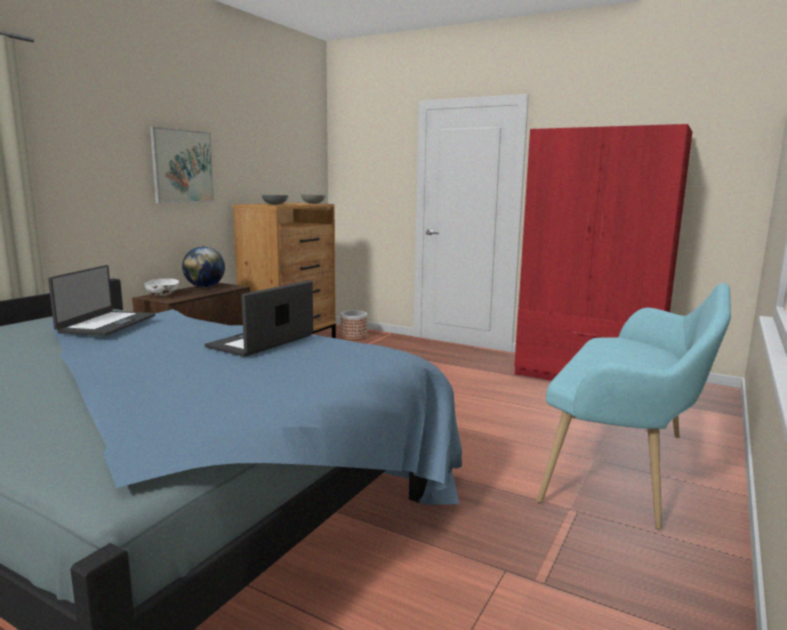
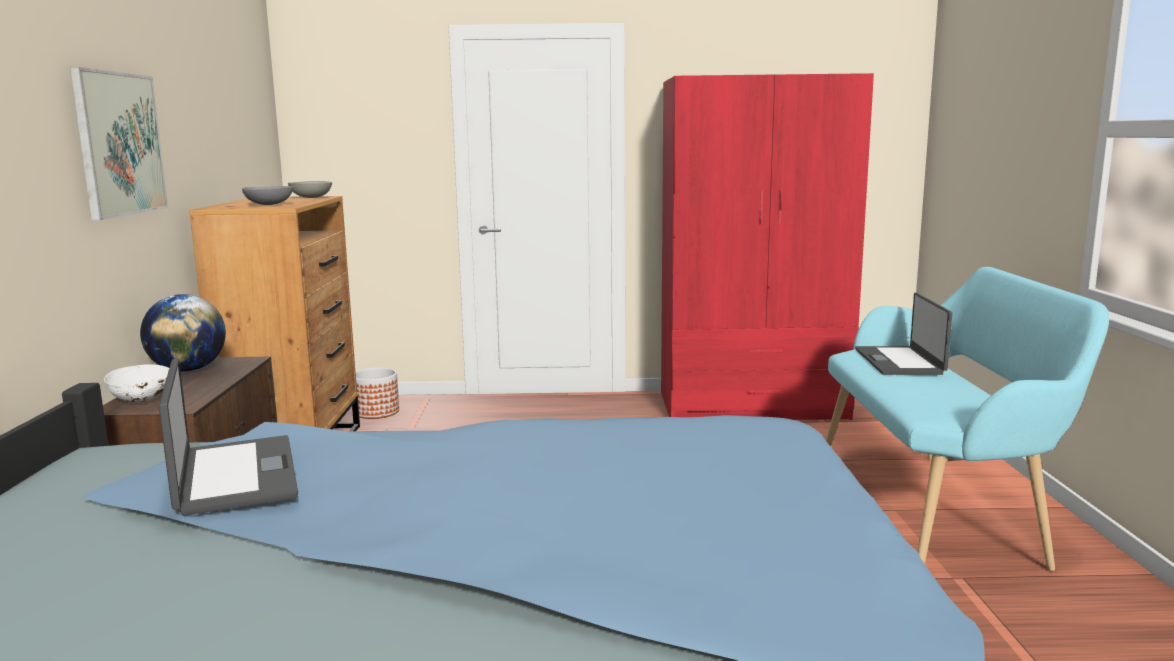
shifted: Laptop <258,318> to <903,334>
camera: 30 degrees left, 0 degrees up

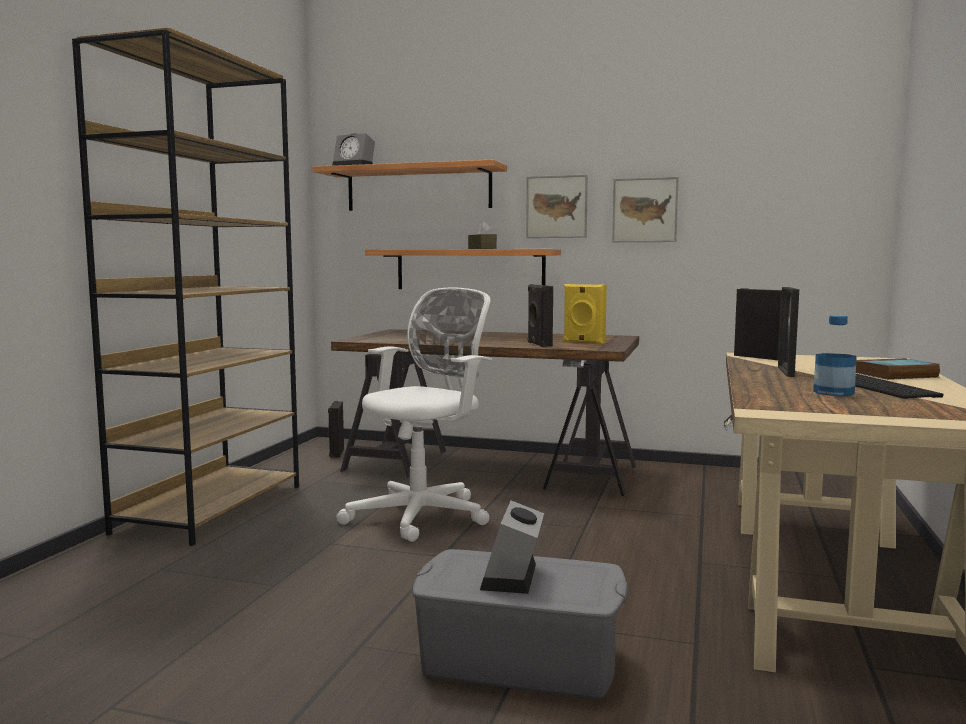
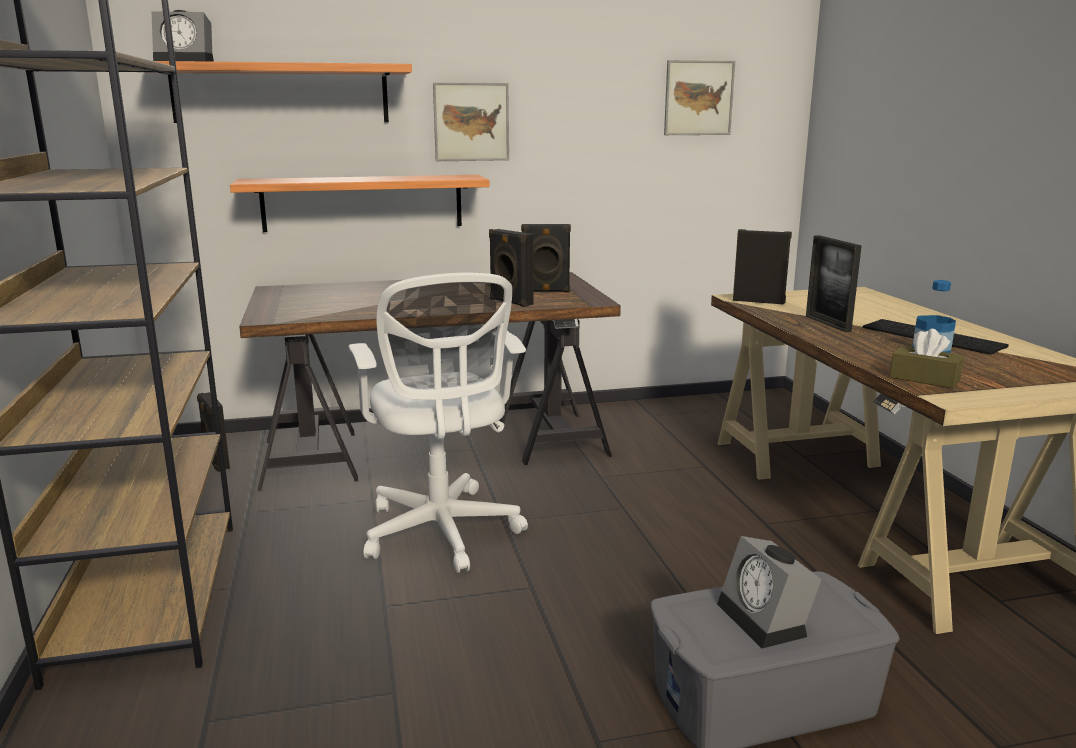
gone: Buch <898,369>
shifted: Taschentuchbox (braun) <482,235> to <927,359>; Bild <645,209> to <699,97>
repainted: Lautsprecher (gelb) <585,314> to Lautsprecher (schwarz) <546,258>
rotated: Bürostuhl (weiß) <414,415> = <438,423> 150 degrees clockwise
camera: 30 degrees left, 10 degrees up

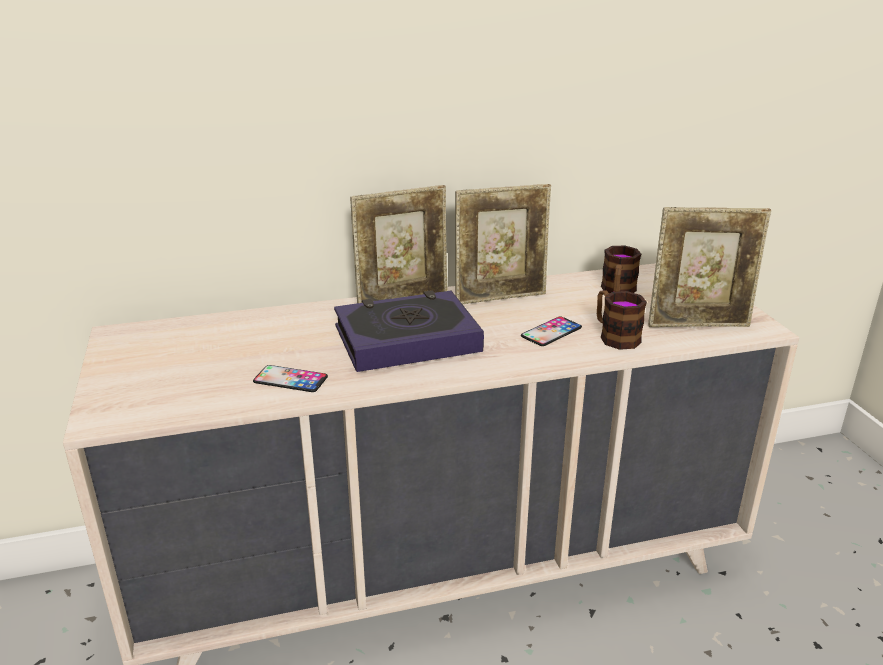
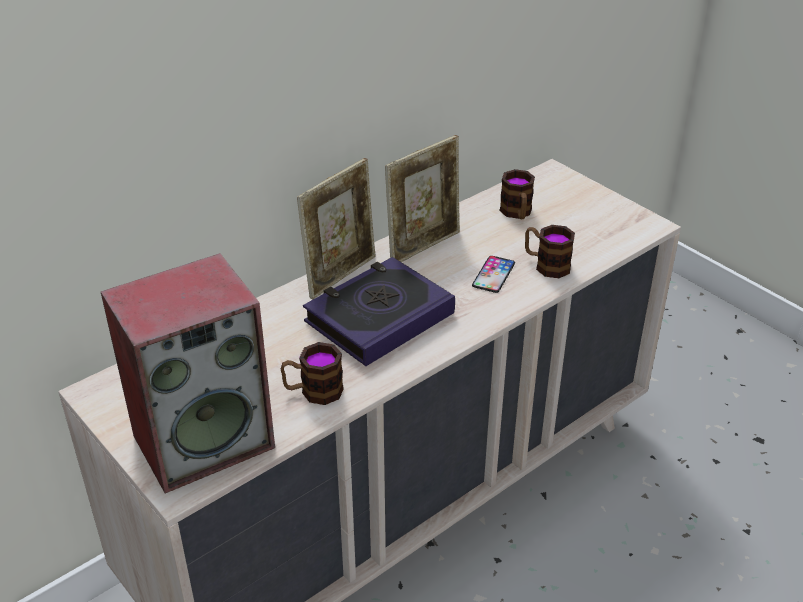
gone: Bilderrahmen <709,267>
new: Lautsprecher <188,373>
swapped: Handy <290,378> to Henkelbecher <312,373>
camera: 25 degrees left, 10 degrees up

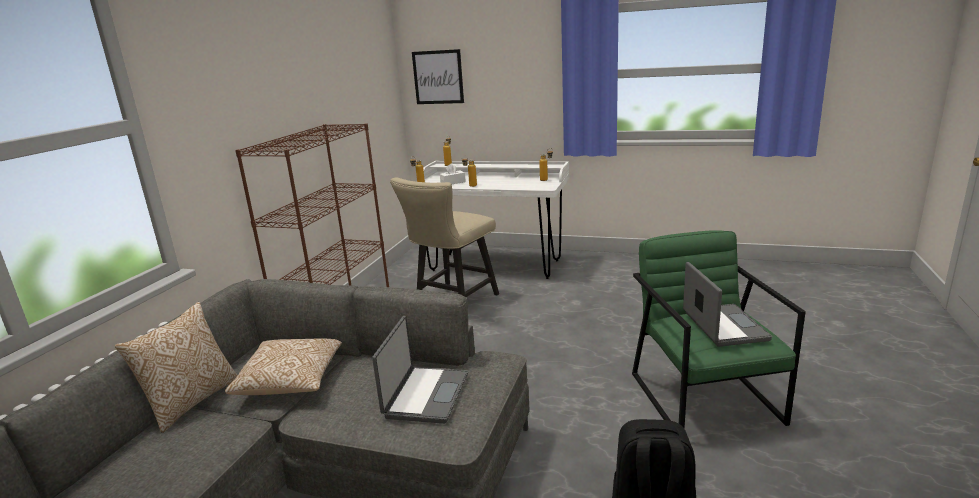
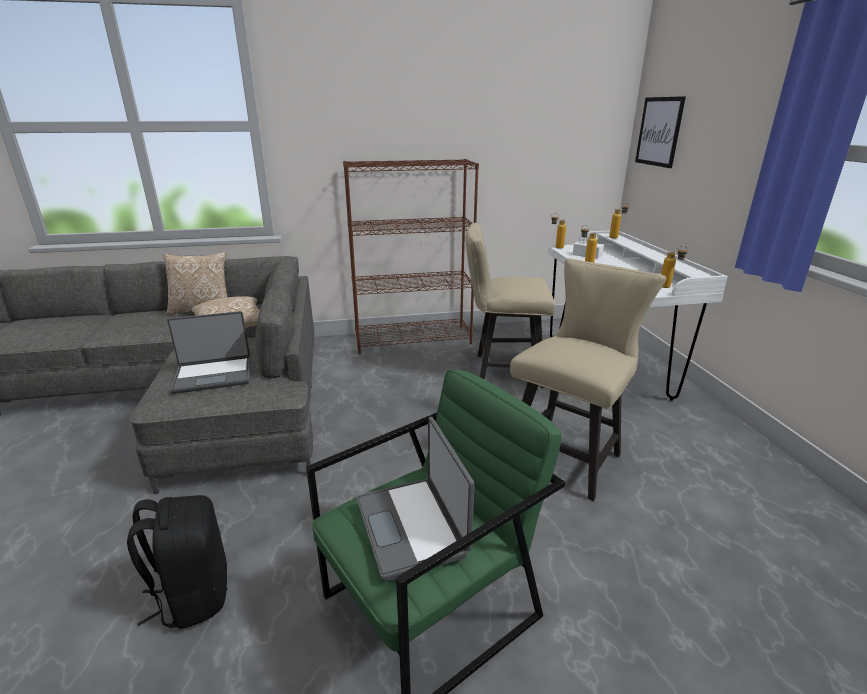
new: Stuhl (beige) <588,379>
rotated: Laptop <727,304> = <415,499> 105 degrees clockwise
camera: 60 degrees right, 5 degrees up

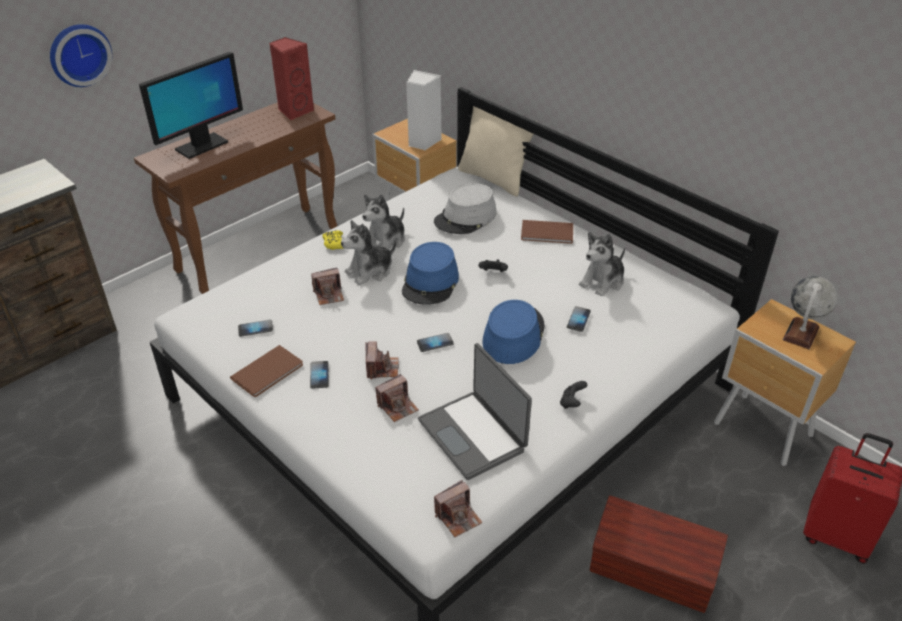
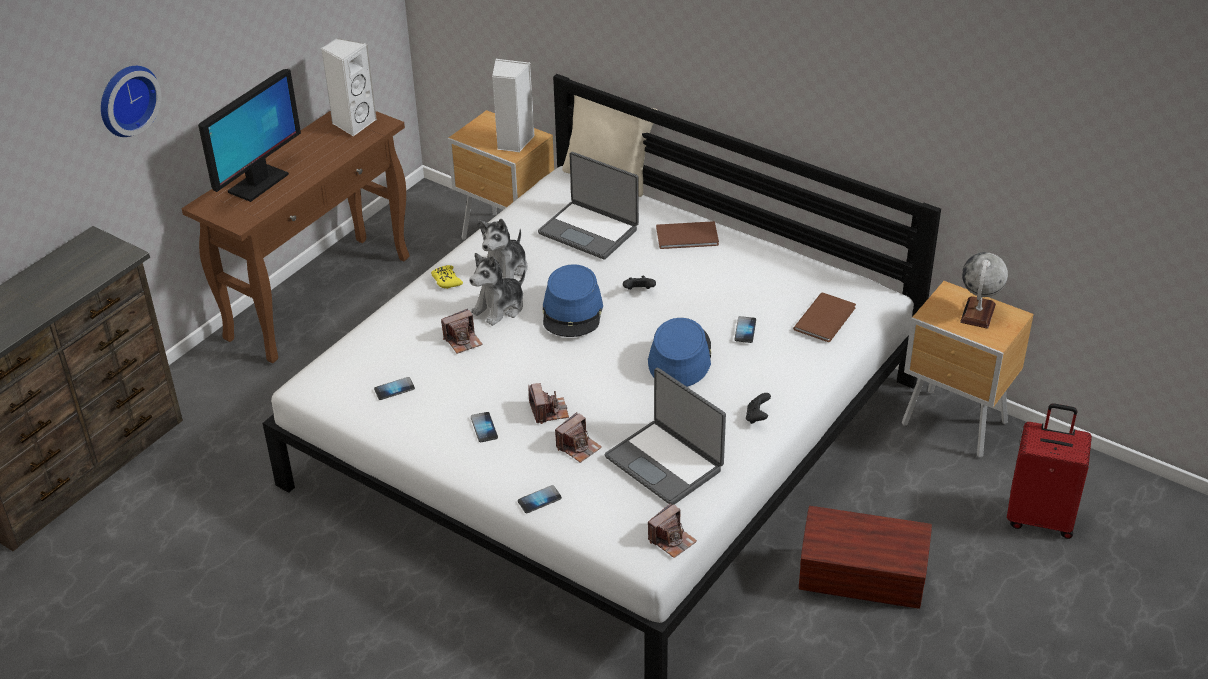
gone: Plüschtier <602,264>
shifted: Buch (braun) <266,371> to <824,317>; Handy <435,342> to <540,499>
swapped: Hut (grau) <465,208> to Laptop <588,206>
repainted: Lautsprecher (rot) <292,78> to Lautsprecher (weiß) <349,87>
camera: 10 degrees left, 0 degrees up

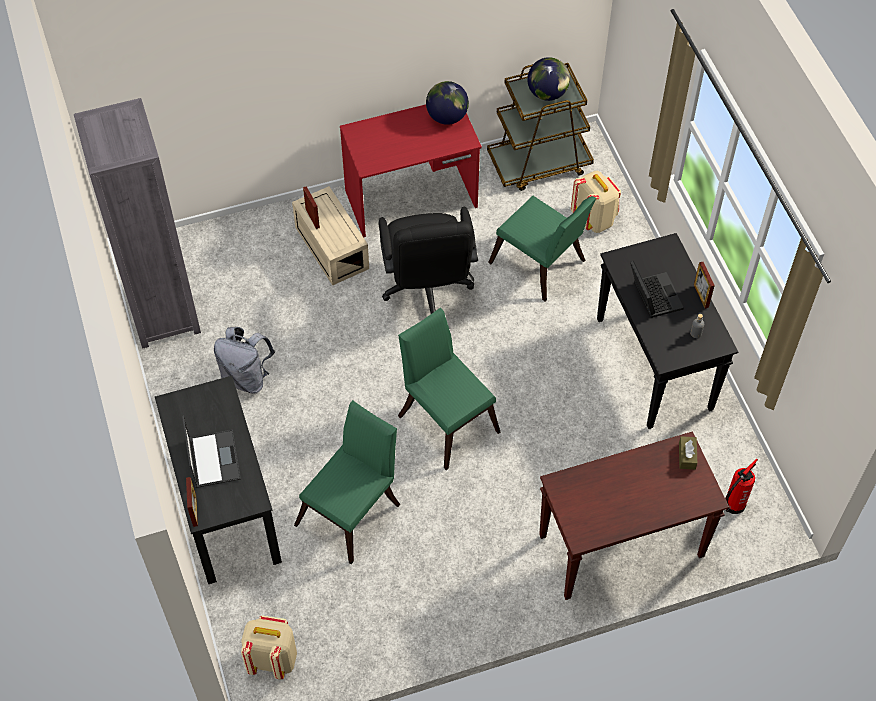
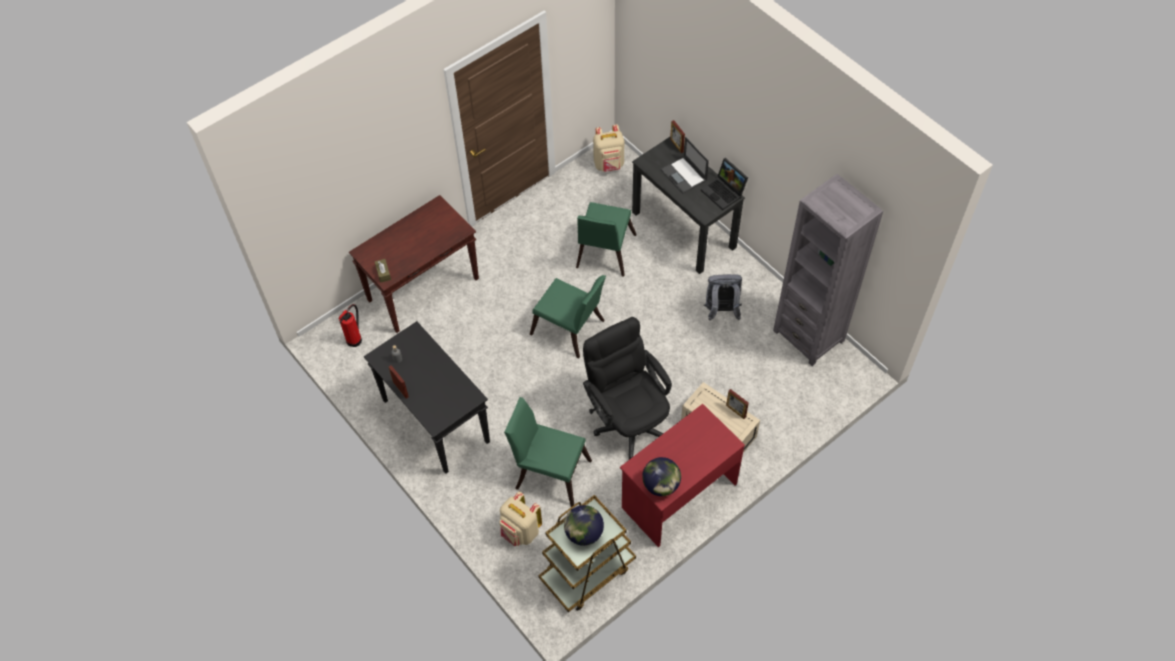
shifted: Laptop <657,289> to <724,184>
camera: 160 degrees right, 0 degrees up

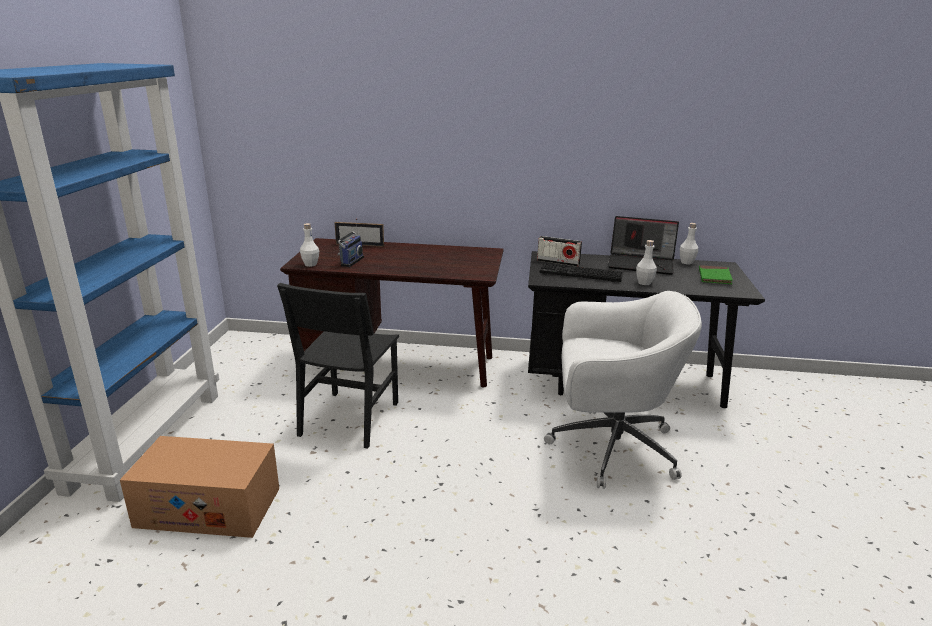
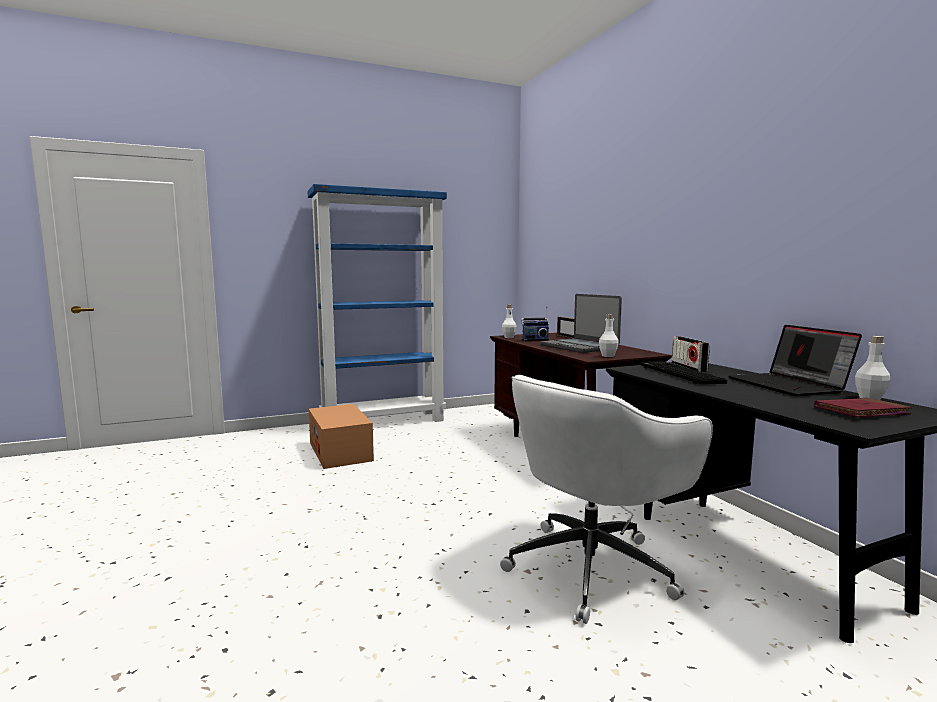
gone: Stuhl (schwarz) <338,366>
new: Laptop <581,323>
shifted: Flasche (weiß) <646,262> to <609,335>
repainted: Buch (grün) <716,274> to Buch (rot) <863,407>
rotated: Bürostuhl (weiß) <623,390> = <606,499> 75 degrees clockwise
camera: 60 degrees right, 15 degrees down

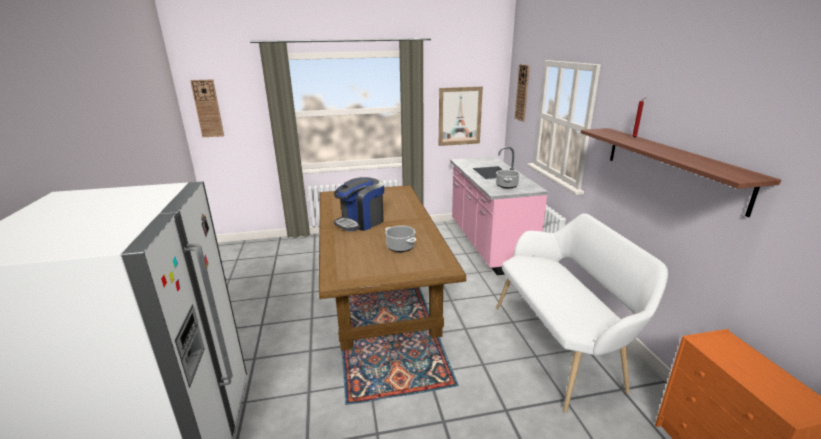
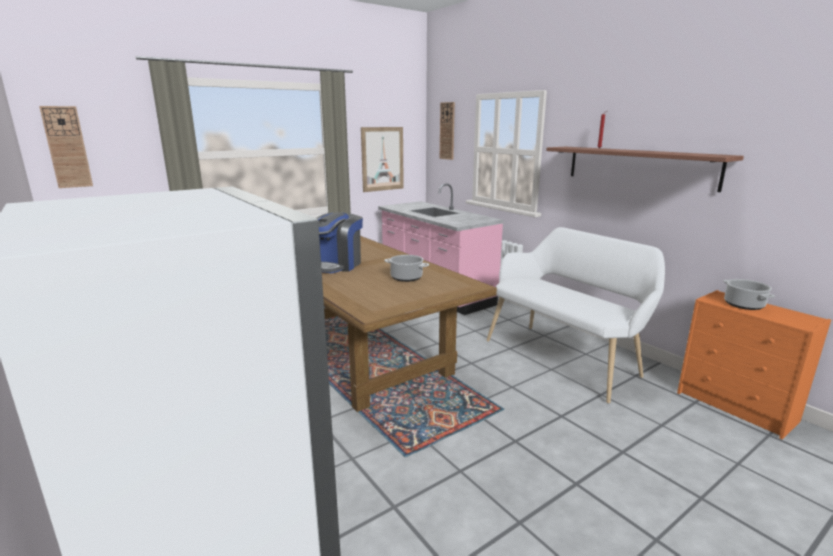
shifted: Kochtopf <508,179> to <749,294>
camera: 25 degrees left, 5 degrees down

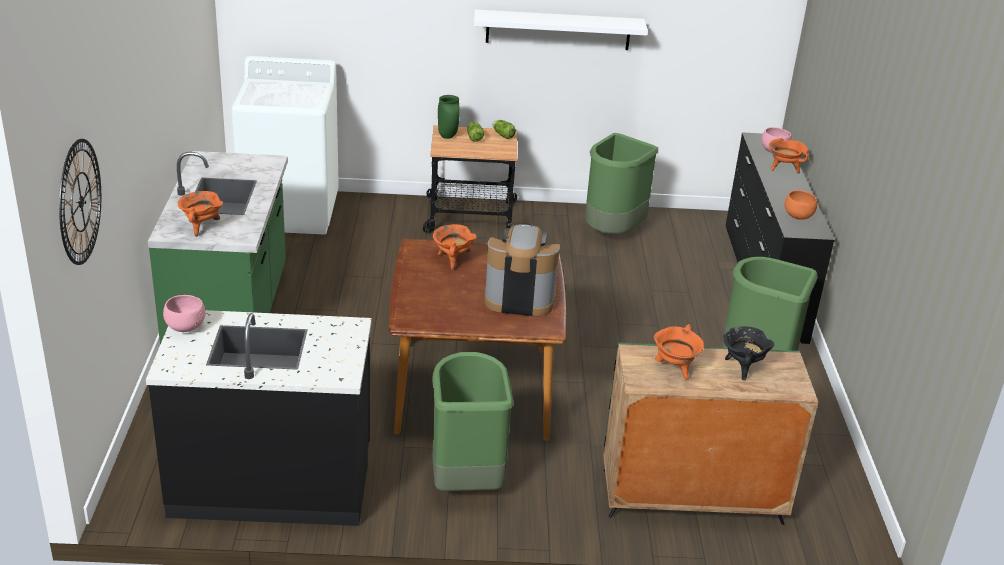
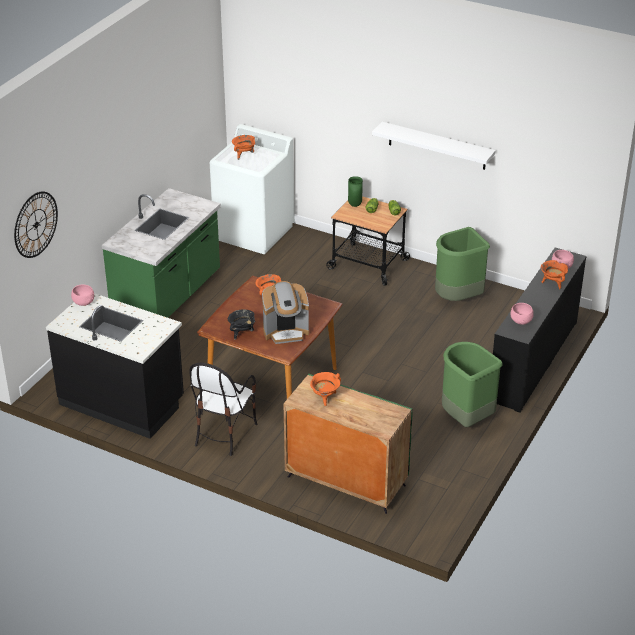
shifted: Kochtopf (orange) <200,214> to <243,147>; Kochtopf (schwarz) <749,353> to <241,324>
swapped: Mülleimer (grün) <473,421> to Stuhl <223,409>
repainted: Schüssel (orange) <801,205> to Schüssel (rosa) <522,314>
rotated: Kaffeemaschine <522,269> = <285,312> 135 degrees clockwise
camera: 30 degrees right, 5 degrees up

